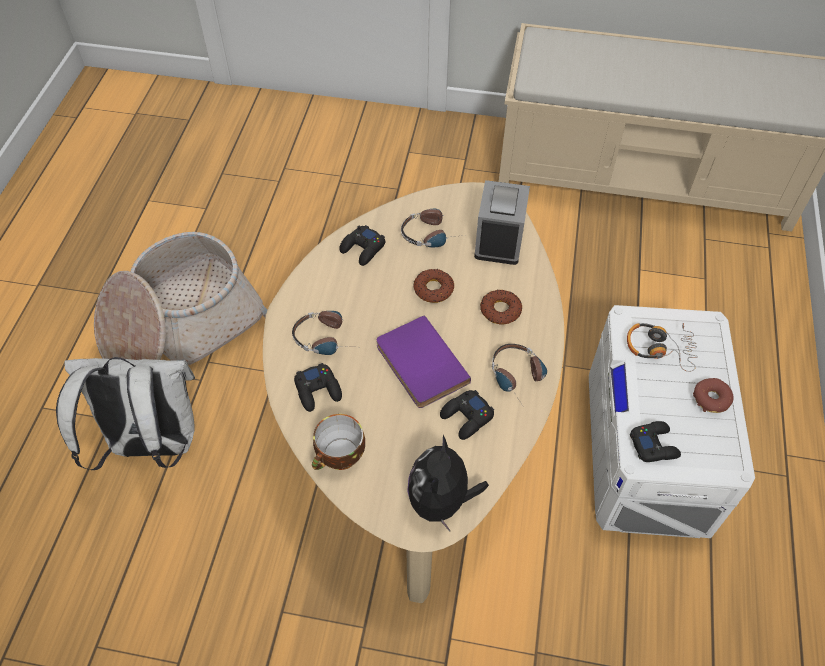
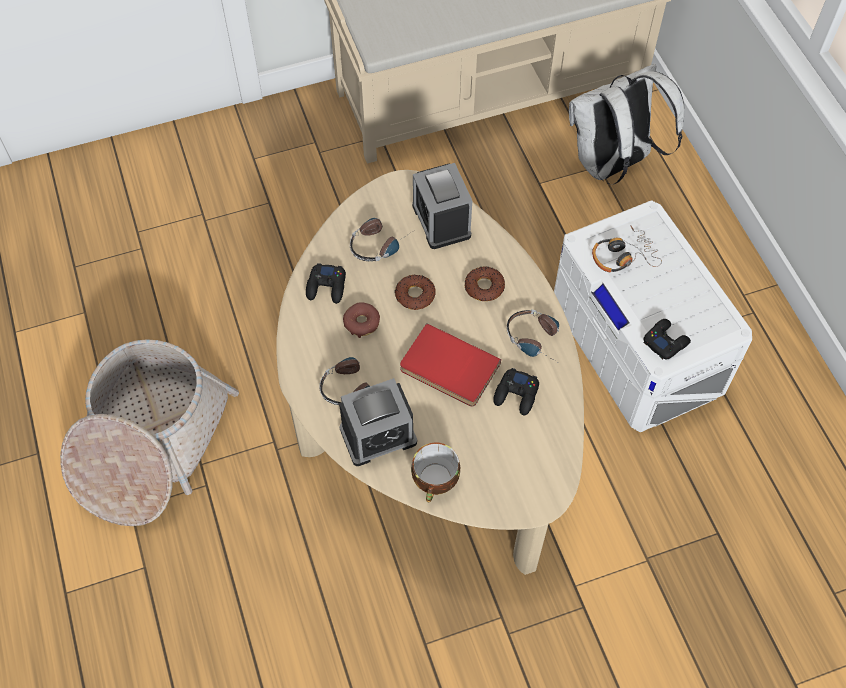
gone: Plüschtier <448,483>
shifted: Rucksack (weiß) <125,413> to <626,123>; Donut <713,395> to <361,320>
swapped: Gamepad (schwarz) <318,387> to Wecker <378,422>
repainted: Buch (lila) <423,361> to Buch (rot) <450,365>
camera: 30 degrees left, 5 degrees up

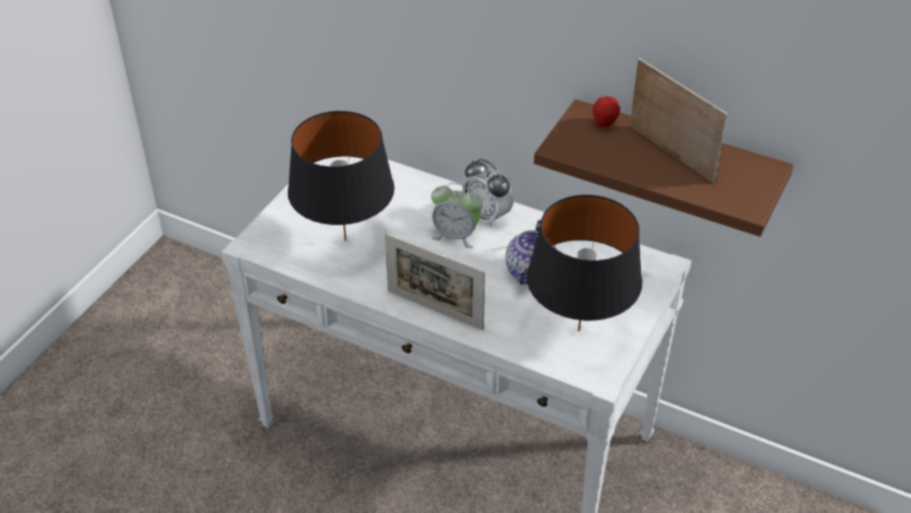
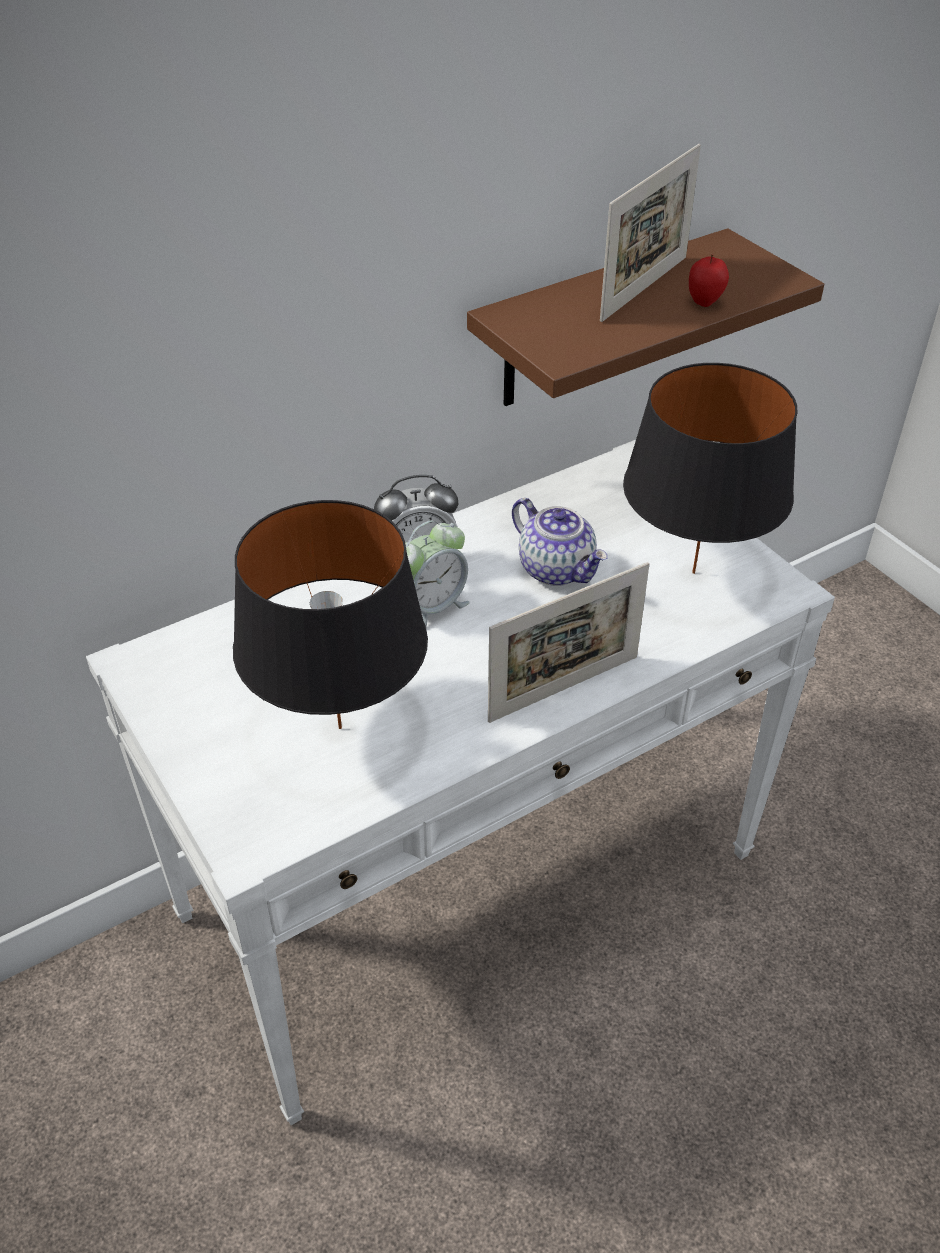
shifted: Apfel <606,111> to <709,281>
rotated: Bilderrahmen <679,120> = <650,233> 135 degrees clockwise
camera: 60 degrees left, 0 degrees up

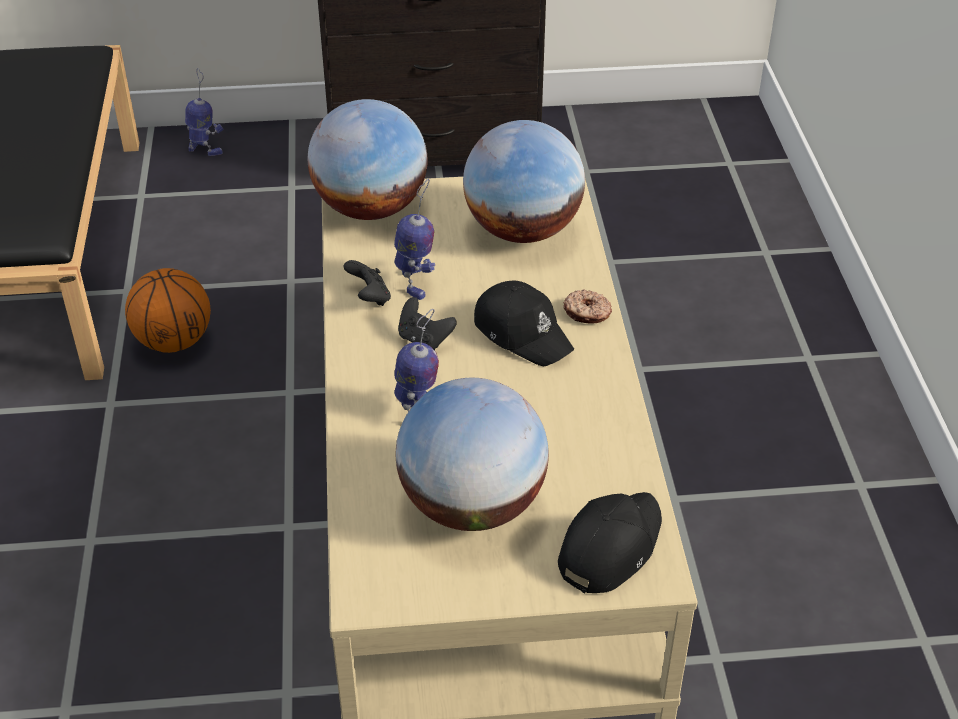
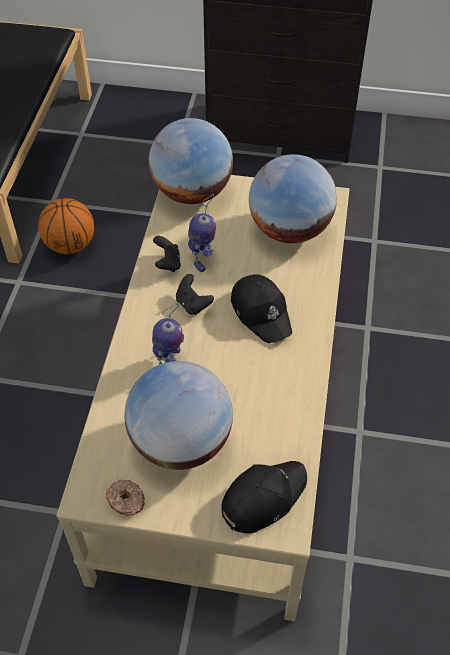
gone: Spielzeugroboter <204,112>
shifted: Donut <587,306> to <125,497>
camera: 15 degrees right, 10 degrees up

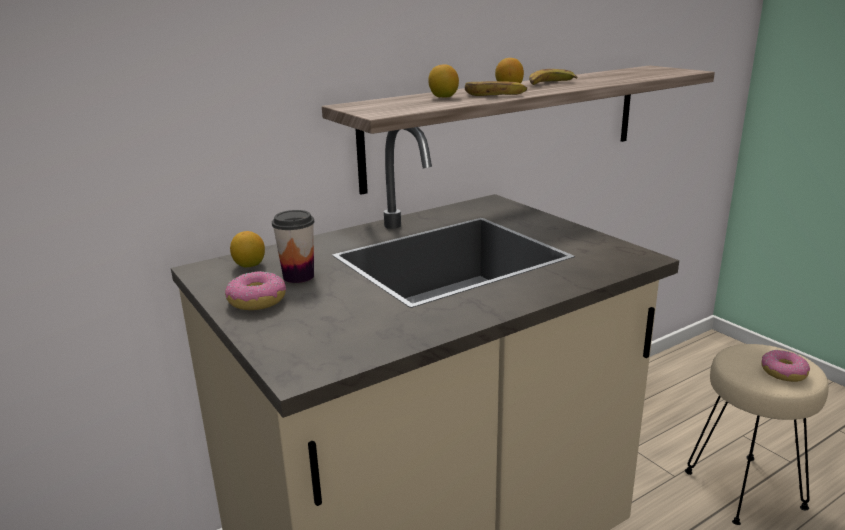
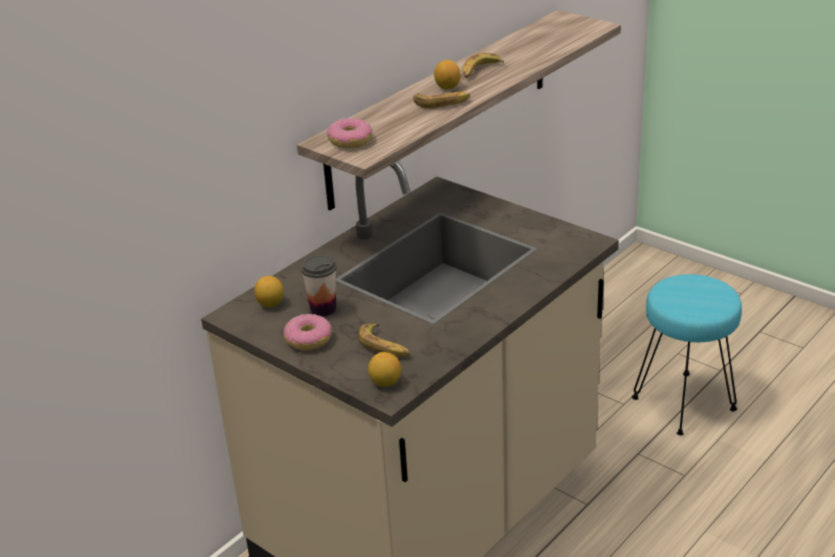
new: Banane <384,340>
shifted: Zitrone <443,81> to <384,369>; Donut <785,366> to <349,133>
repainted: Hocker (beige) <757,434> to Hocker (türkis) <687,354>
camera: 15 degrees left, 10 degrees up

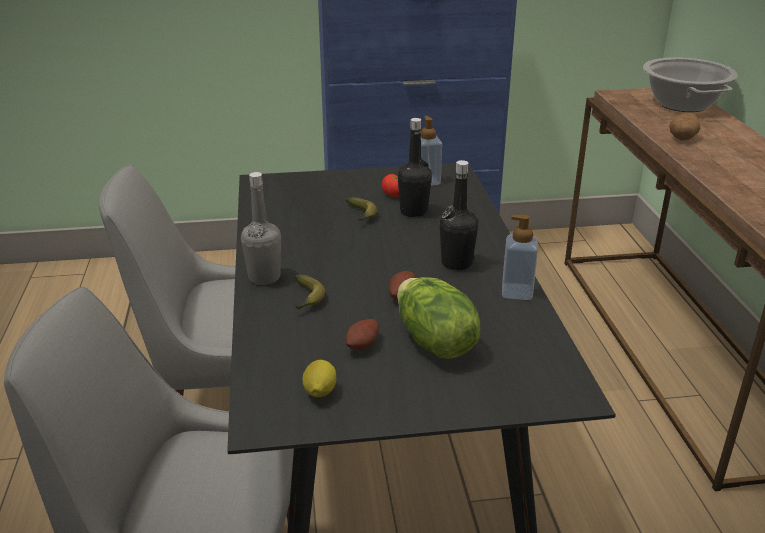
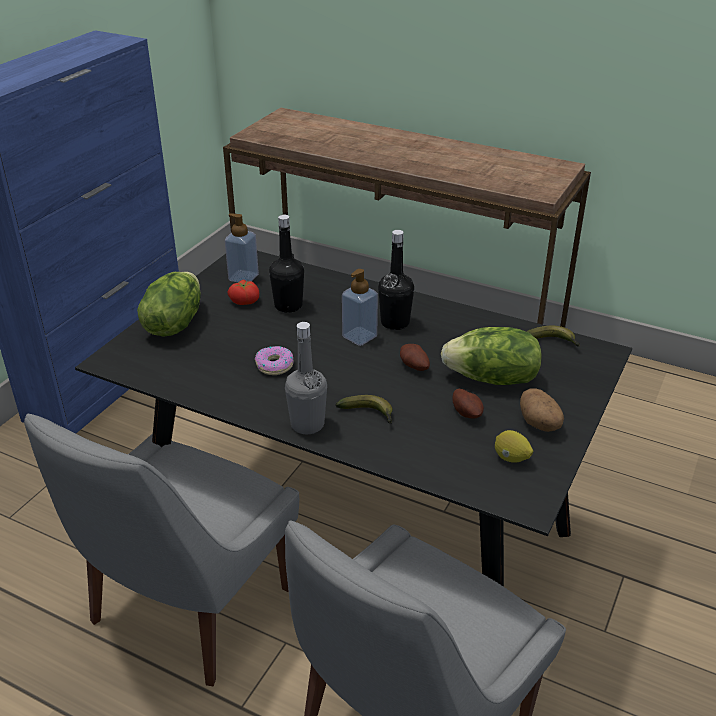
gone: Kochtopf <690,84>
new: Salatkopf <169,304>; Donut <274,360>
shifted: Banane <361,209> to <553,336>; Seifenspender <520,257> to <360,307>; Kartoffel <685,127> to <542,410>
camera: 55 degrees left, 5 degrees up

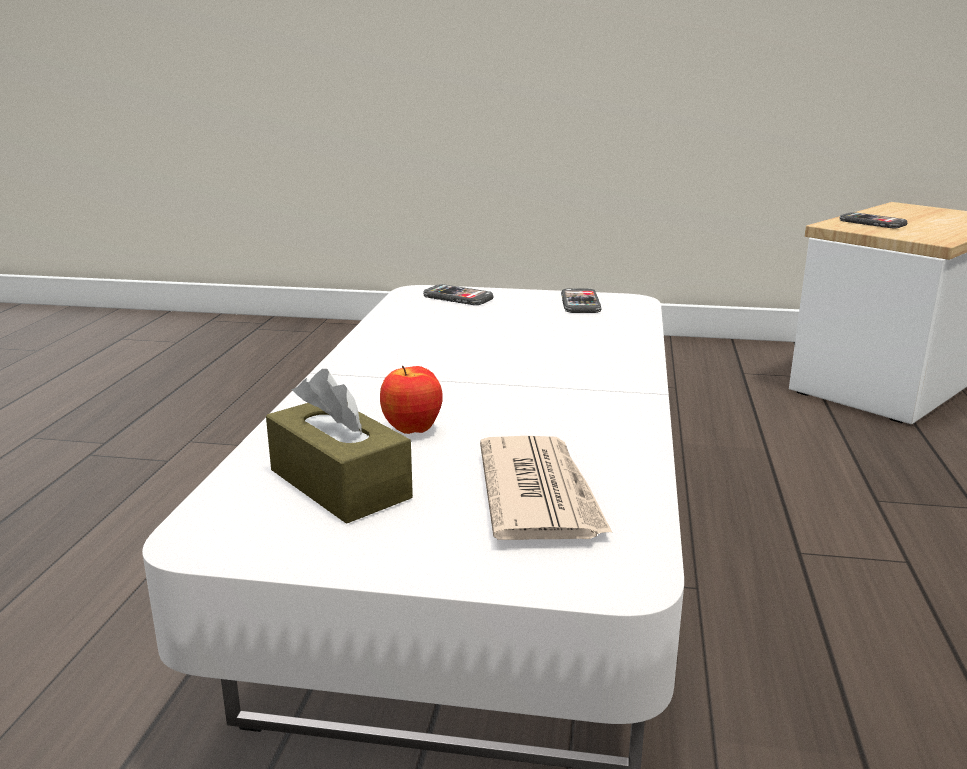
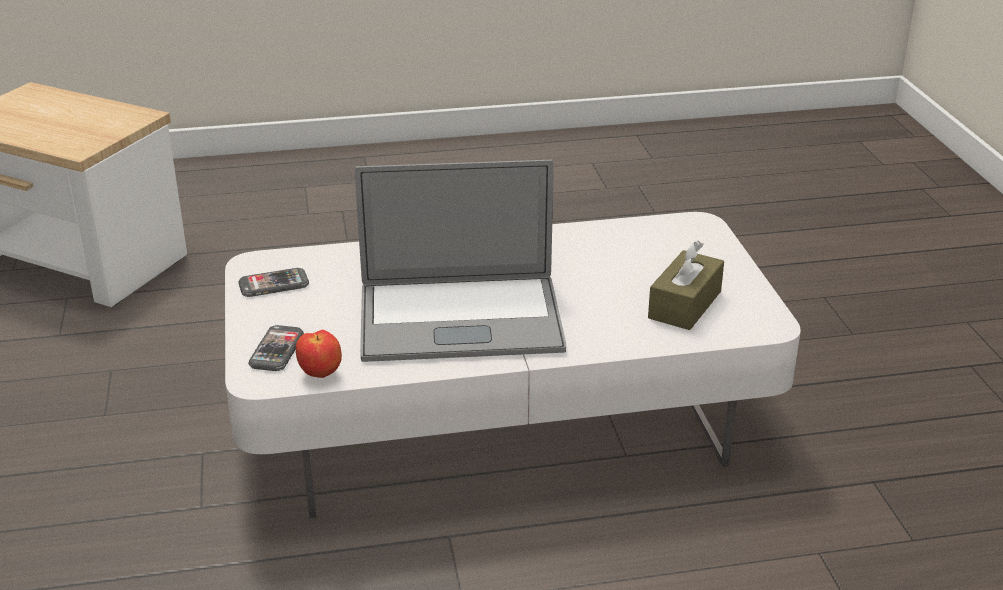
gone: Zeitung <546,488>; Handy <873,220>
new: Laptop <460,261>
shifted: Apfel <411,400> to <319,354>
camera: 110 degrees left, 10 degrees up

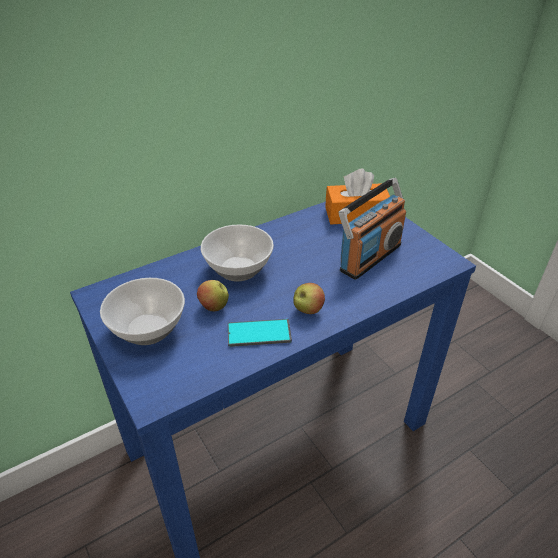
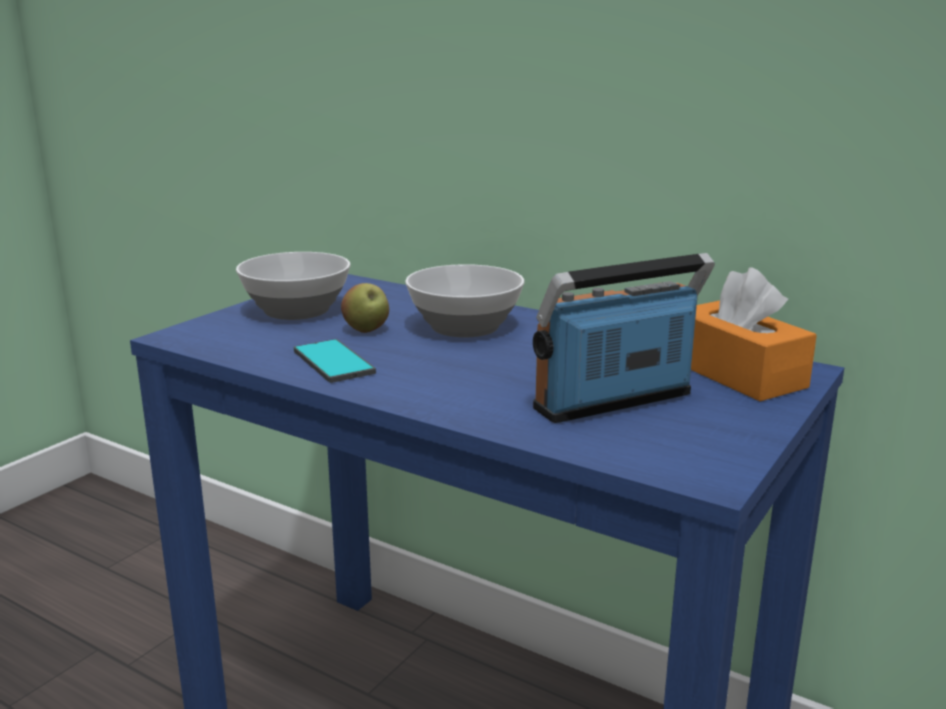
gone: Apfel <309,298>
rotated: Radio <372,229> = <624,338> 135 degrees clockwise
camera: 65 degrees right, 20 degrees down

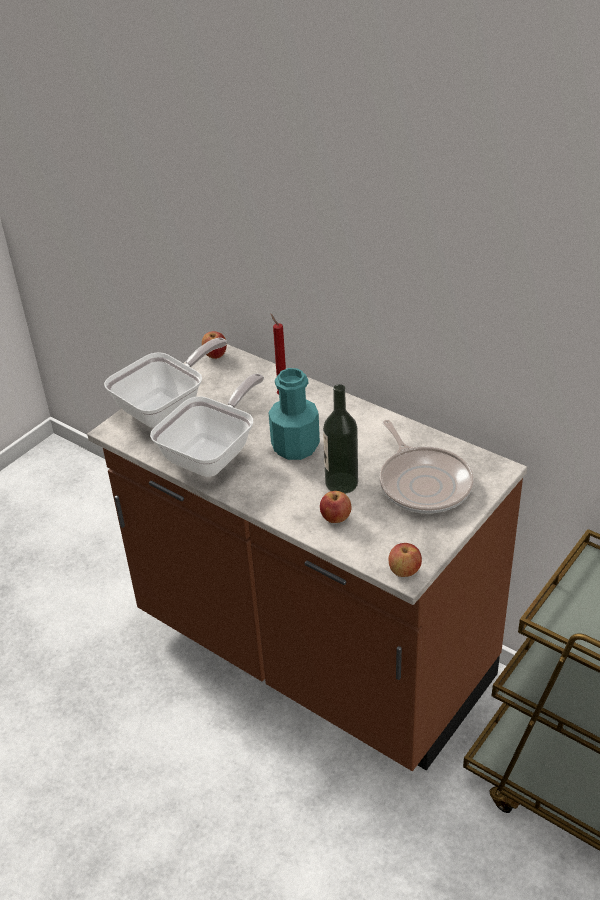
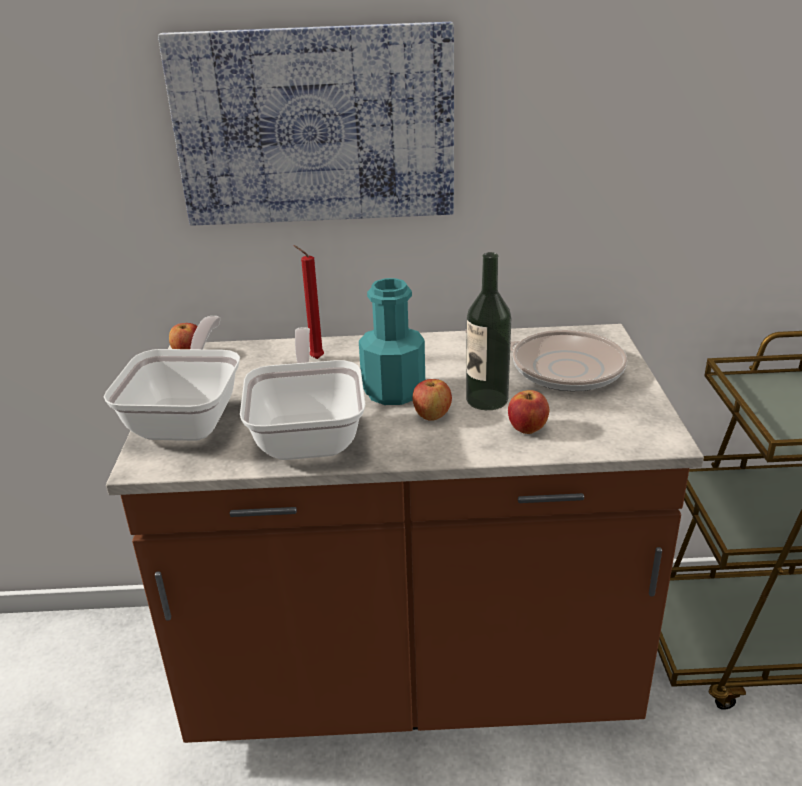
new: Bild <306,124>
shifted: Apfel <405,560> to <432,400>
camera: 40 degrees left, 10 degrees down

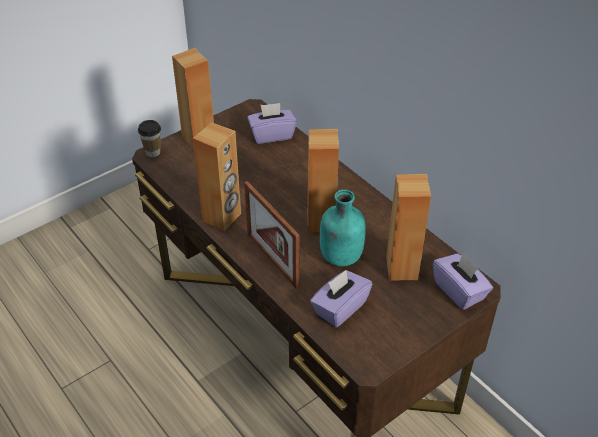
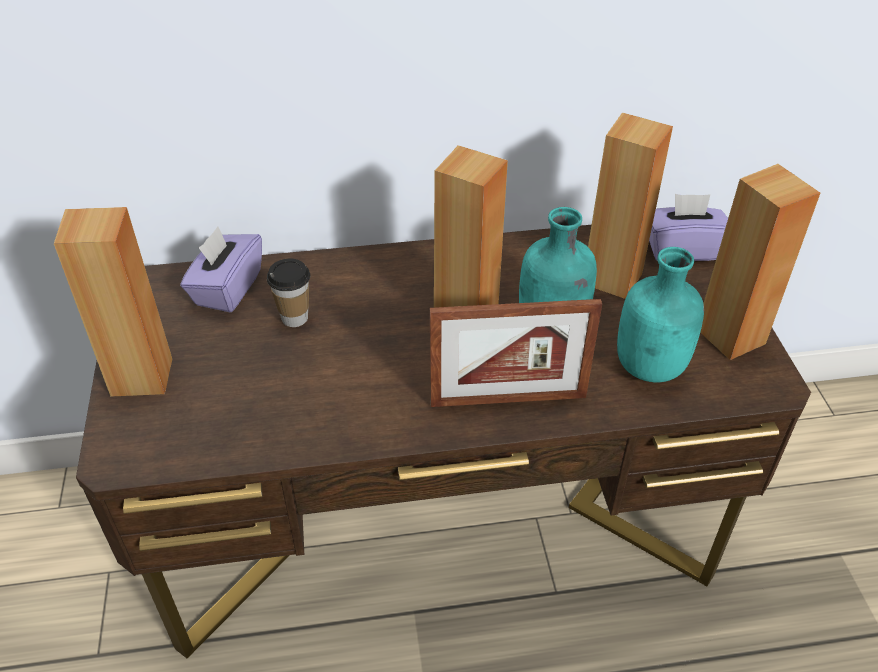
shifted: Tasse <149,138> to <288,293>; Lautsprecher (braun) <217,176> to <760,262>
swapped: Taschentuchbox (lila) <341,298> to Flasche (türkis) <660,314>
camera: 60 degrees left, 0 degrees up

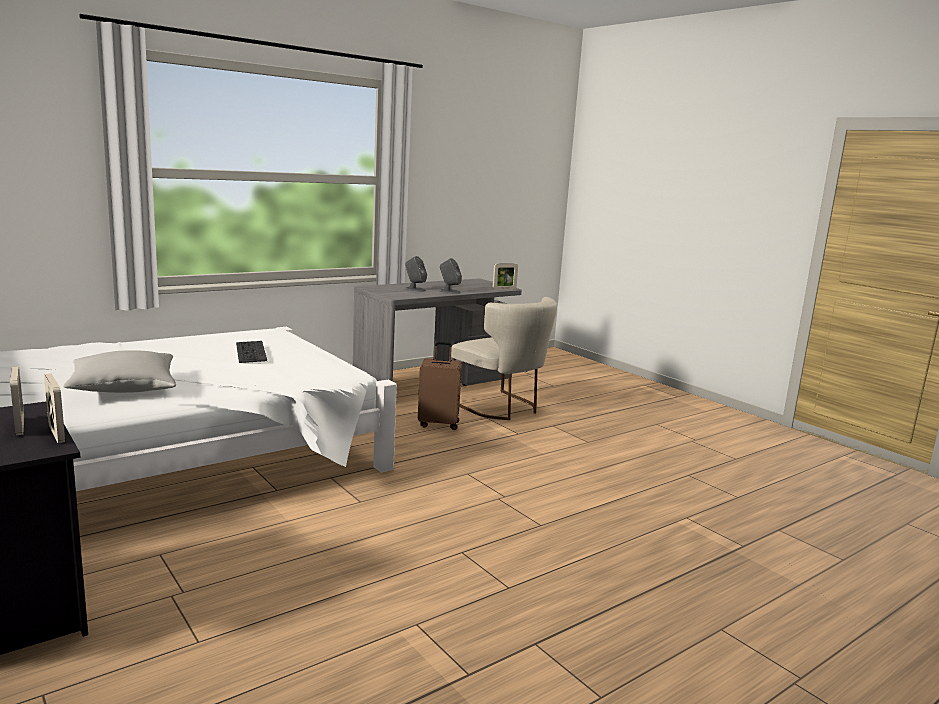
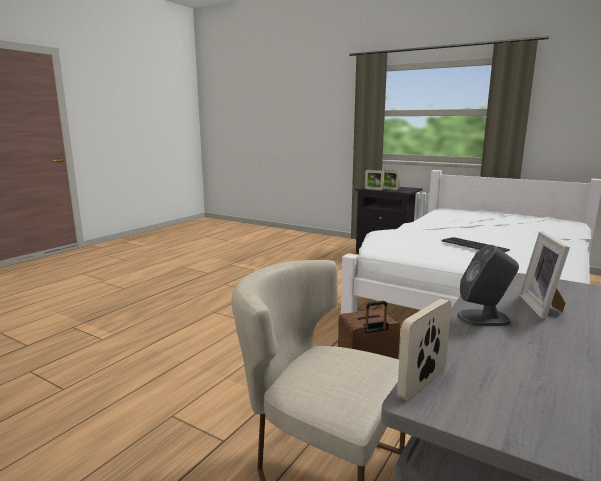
gone: Kissen (grau) <119,371>
swapped: Lautsprecher (grau) <416,274> to Bilderrahmen <545,275>
camera: 160 degrees right, 0 degrees up

